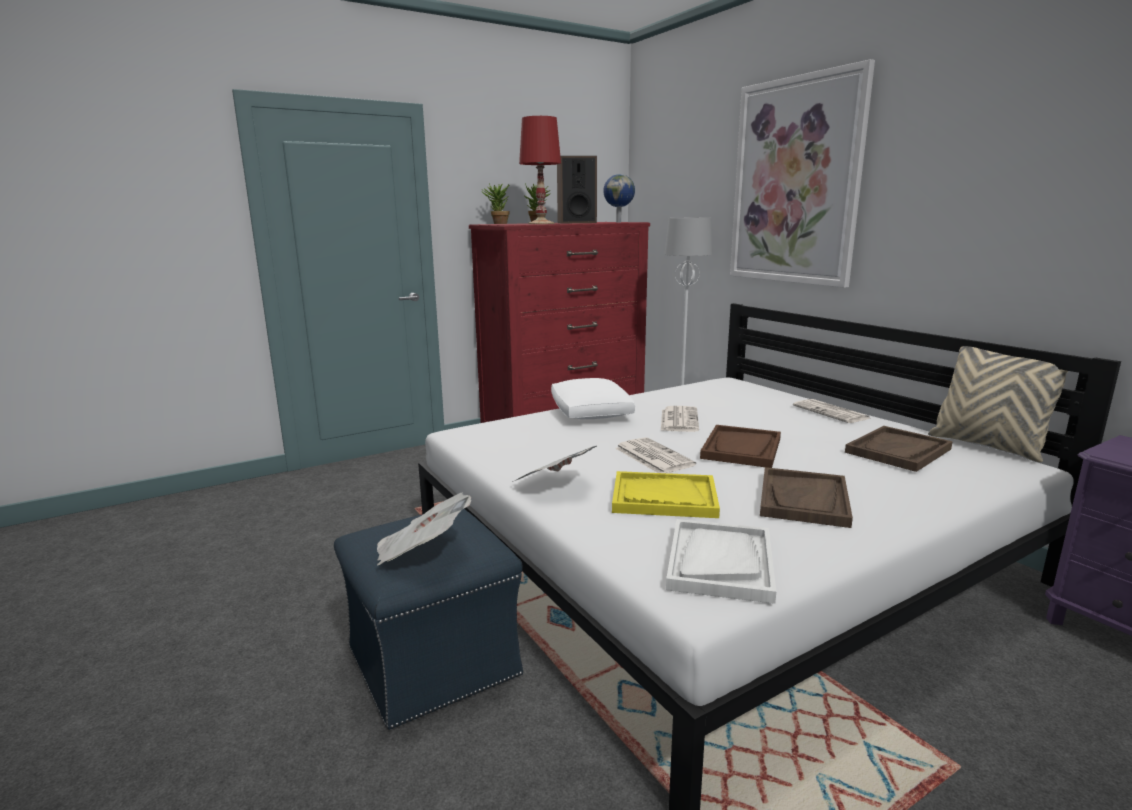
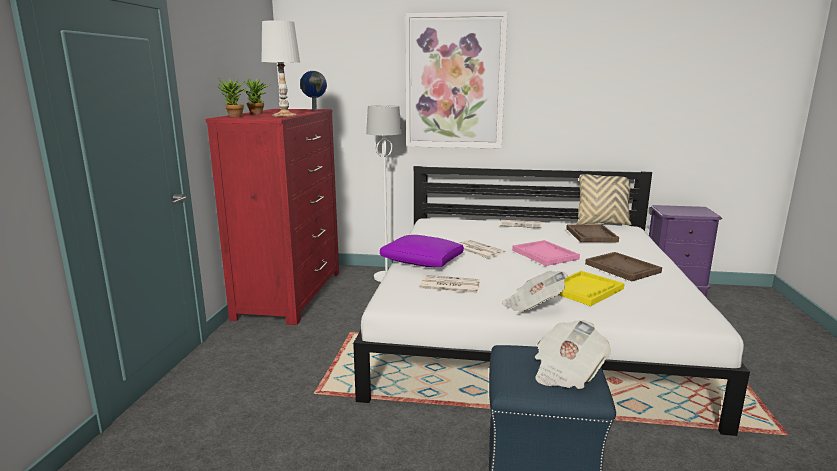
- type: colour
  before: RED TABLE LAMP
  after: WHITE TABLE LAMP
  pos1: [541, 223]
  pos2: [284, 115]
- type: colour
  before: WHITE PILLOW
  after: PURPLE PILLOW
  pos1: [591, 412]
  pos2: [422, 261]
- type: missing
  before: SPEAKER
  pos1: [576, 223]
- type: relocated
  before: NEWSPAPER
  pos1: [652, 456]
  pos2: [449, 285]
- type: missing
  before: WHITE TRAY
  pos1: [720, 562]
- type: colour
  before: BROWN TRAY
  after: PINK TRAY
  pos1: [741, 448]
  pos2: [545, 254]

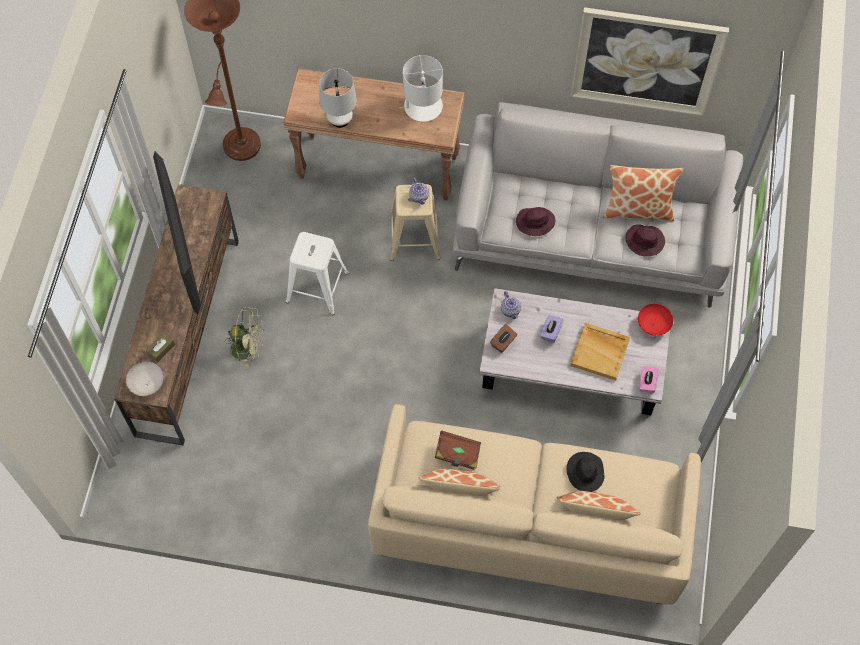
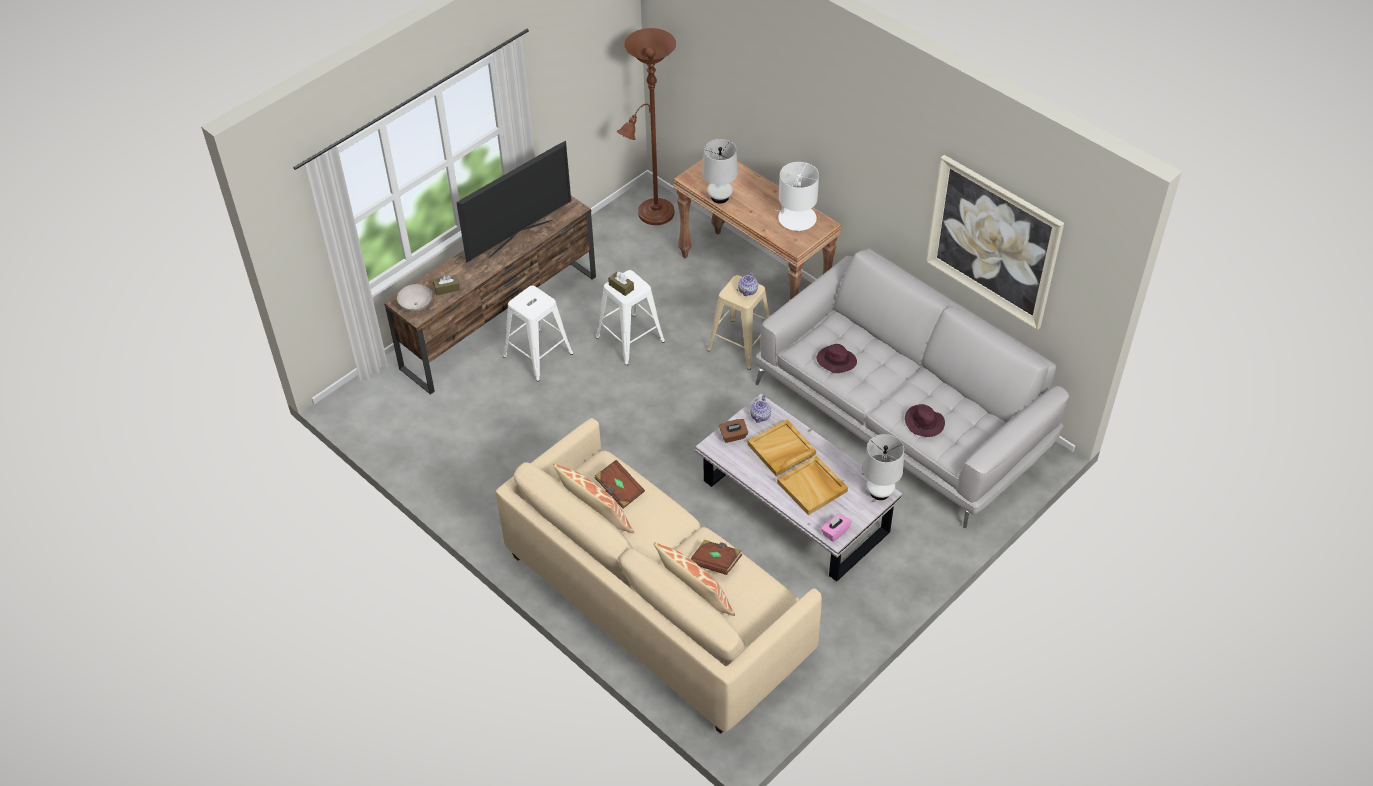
- type: spun
  before: TELEVISION
  pos1: [186, 258]
  pos2: [520, 238]
  turn: -150
- type: exchanged
  before: GREEN FAN
  after: WHITE STOOL
  pos1: [248, 348]
  pos2: [538, 354]
- type: exchanged
  before: PURPLE TISSUE BOX
  after: BEIGE TRAY
  pos1: [550, 332]
  pos2: [781, 450]
- type: exchanged
  before: BLACK HAT
  after: BROWN BOOK
  pos1: [585, 472]
  pos2: [715, 562]
- type: missing
  before: PILLOW
  pos1: [638, 209]
- type: exchanged
  before: RED BOWL
  after: WHITE TABLE LAMP
  pos1: [654, 325]
  pos2: [879, 492]
- type: appeared
  after: BROWN TISSUE BOX
  pos2: [621, 287]

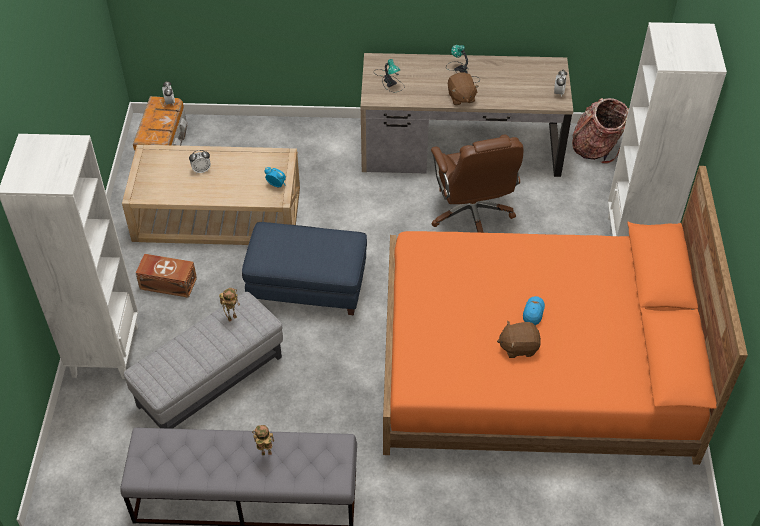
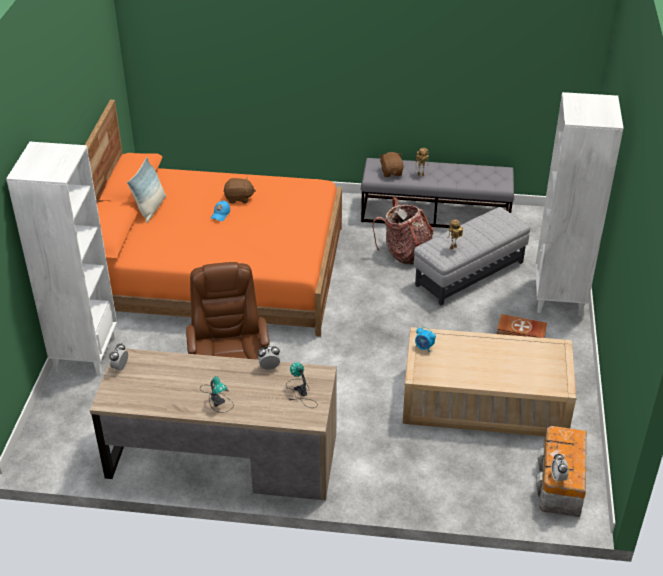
- type: relocated
  before: ALARM CLOCK
  pos1: [201, 170]
  pos2: [269, 367]
- type: missing
  before: BLUE OTTOMAN
  pos1: [307, 285]
- type: relocated
  before: BROWN PLUSH TOY
  pos1: [461, 97]
  pos2: [391, 172]
- type: relocated
  before: BACKPACK
  pos1: [598, 148]
  pos2: [405, 252]
- type: appeared
  after: PILLOW
  pos2: [150, 209]

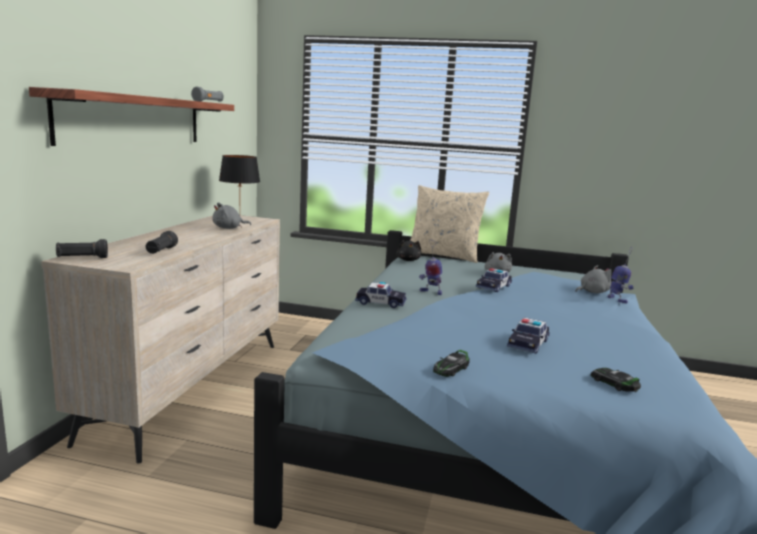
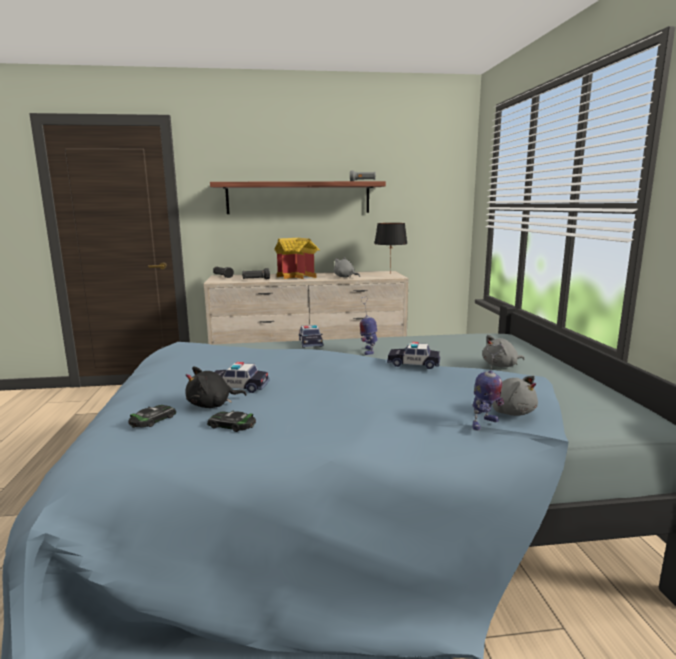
- type: relocated
  before: BLACK PLUSH TOY
  pos1: [408, 260]
  pos2: [212, 405]
- type: missing
  before: BEIGE PILLOW
  pos1: [443, 255]
- type: relocated
  before: TOY CAR
  pos1: [451, 369]
  pos2: [231, 425]
- type: appeared
  after: TOY HOUSE
  pos2: [298, 276]

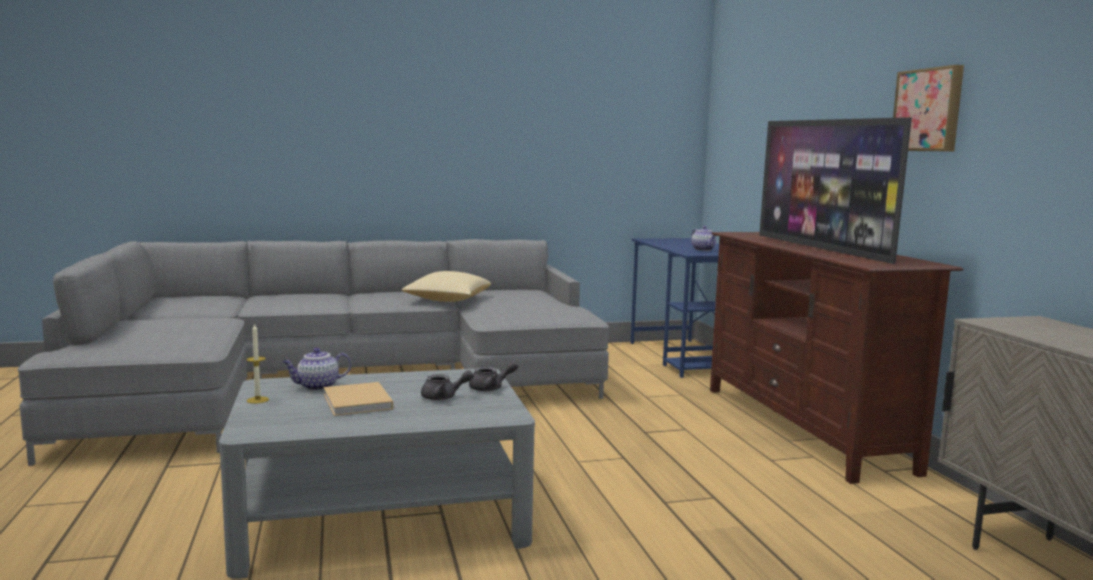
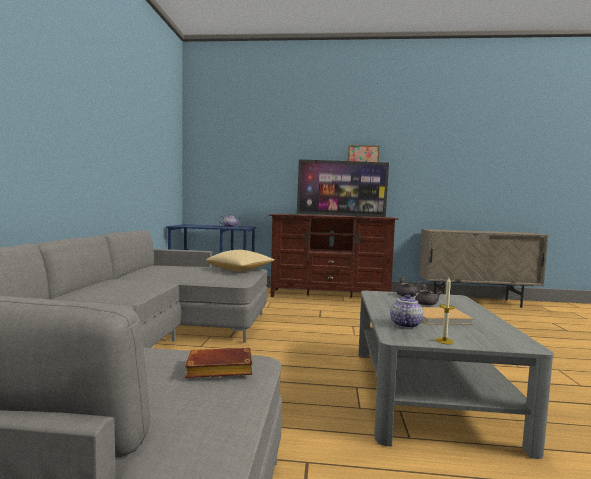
- type: spun
  before: TEAPOT
  pos1: [317, 386]
  pos2: [405, 324]
  turn: -150
- type: relocated
  before: PILLOW
  pos1: [447, 301]
  pos2: [240, 270]
- type: appeared
  after: BROWN BOOK
  pos2: [217, 370]

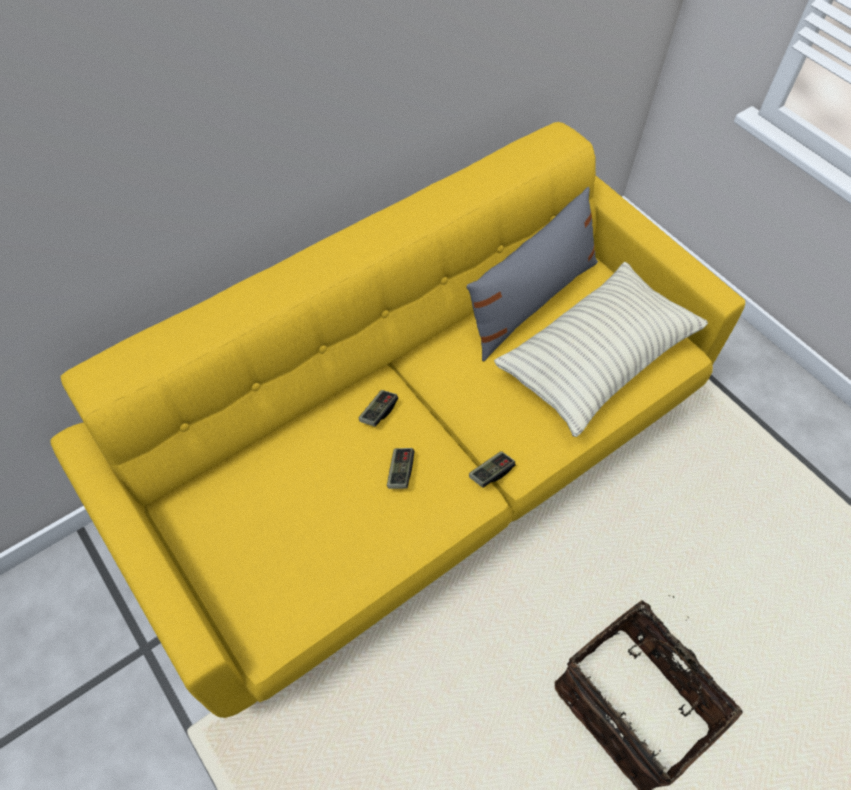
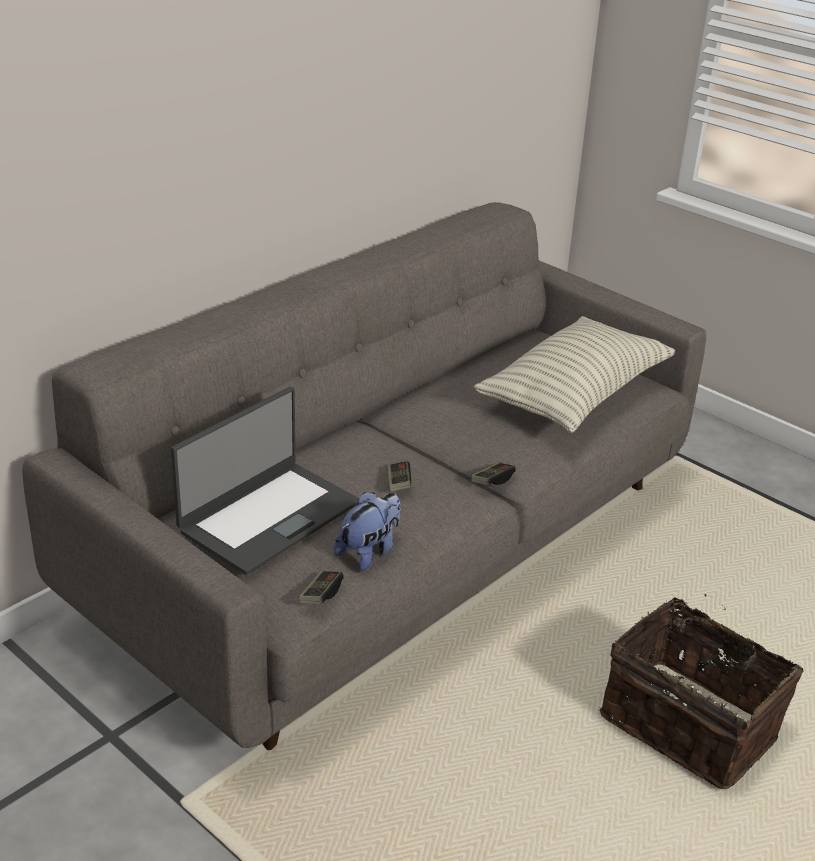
- type: colour
  before: YELLOW SOFA
  after: GREY SOFA
  pos1: [423, 459]
  pos2: [400, 548]
- type: relocated
  before: GAME CONTROLLER
  pos1: [378, 412]
  pos2: [321, 595]
- type: missing
  before: GREY PILLOW
  pos1: [530, 301]
- type: appeared
  after: LAPTOP
  pos2: [268, 516]
- type: appeared
  after: PLUSH TOY
  pos2: [369, 552]

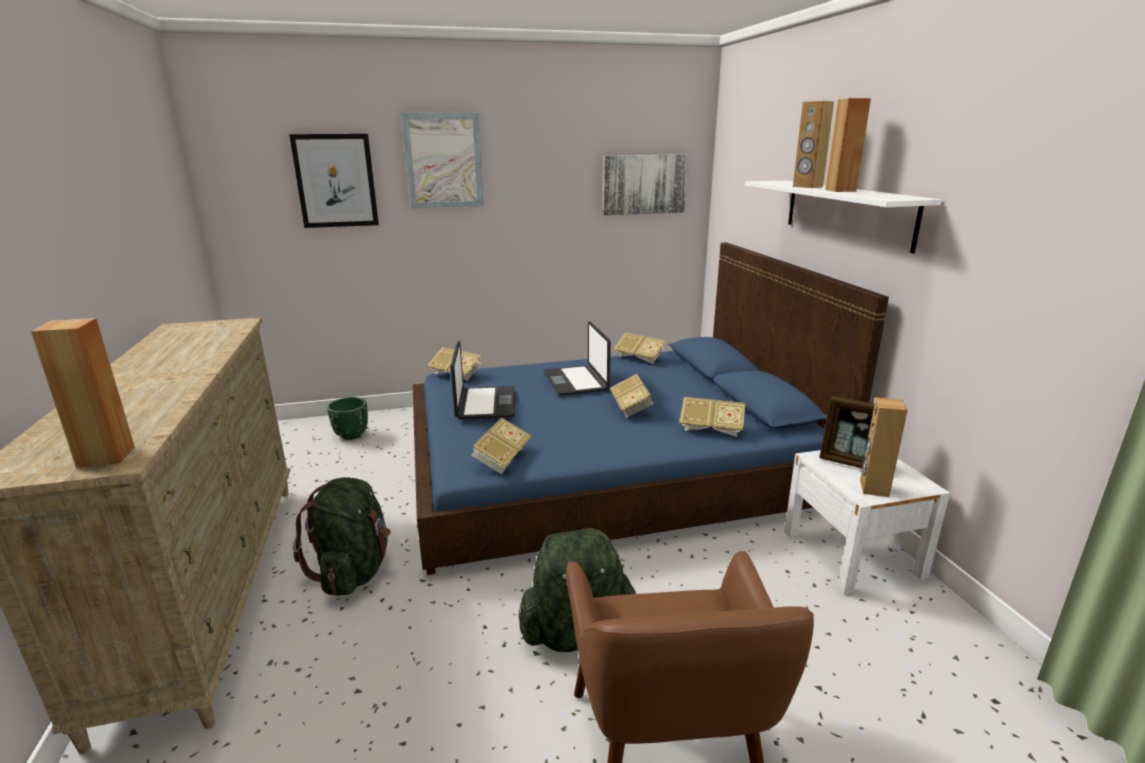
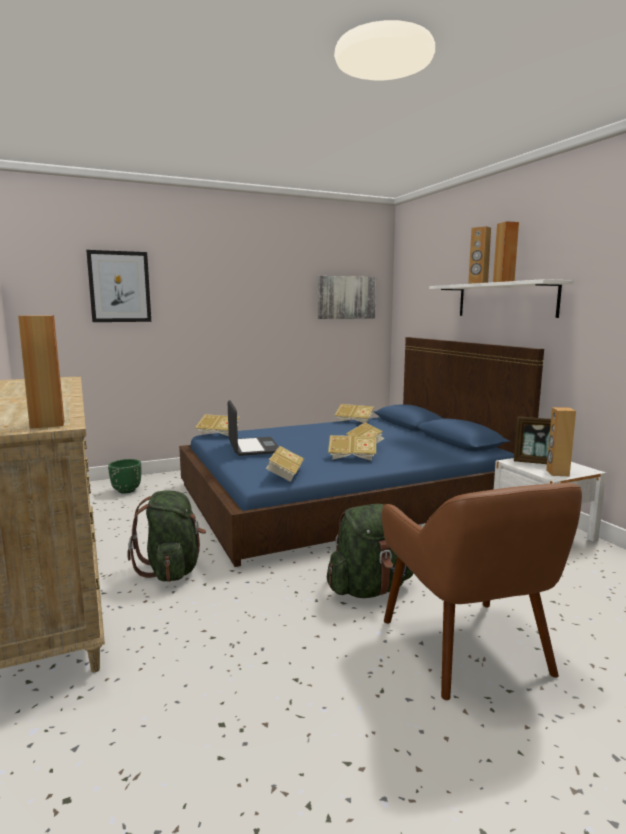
- type: missing
  before: PICTURE
  pos1: [443, 161]
- type: missing
  before: LAPTOP
  pos1: [576, 381]
- type: relocated
  before: BOOK
  pos1: [711, 429]
  pos2: [352, 457]

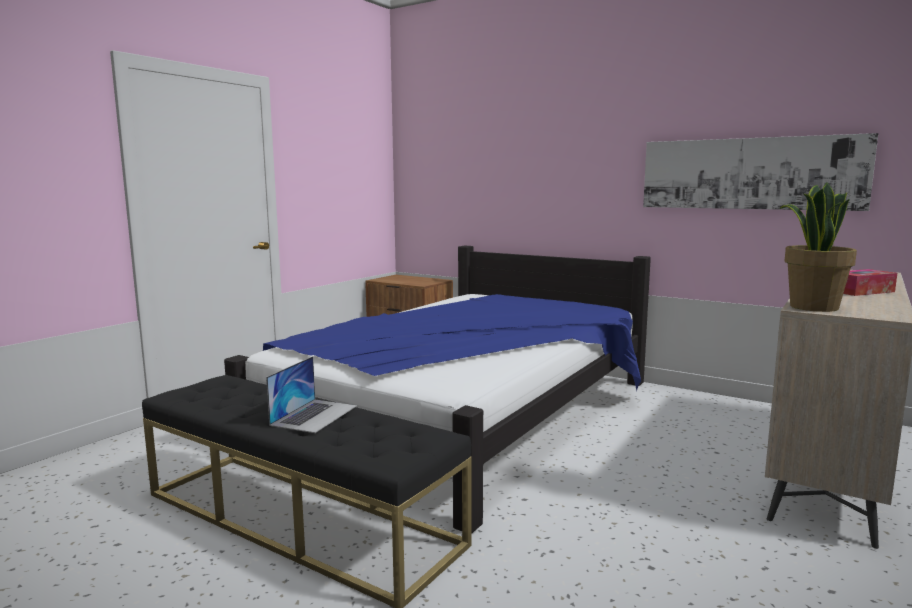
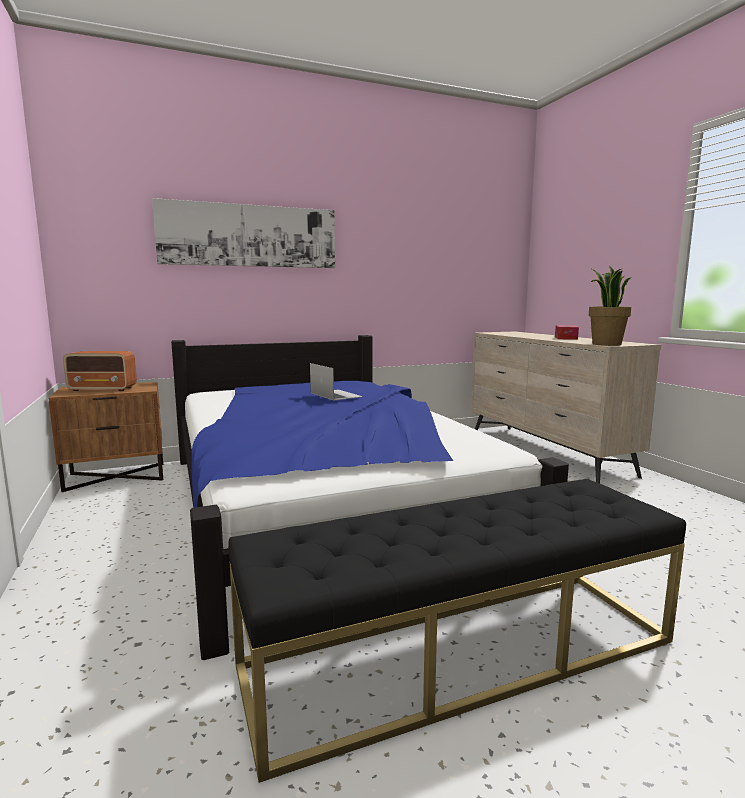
- type: relocated
  before: LAPTOP
  pos1: [314, 415]
  pos2: [335, 394]
- type: relocated
  before: PICTURE
  pos1: [749, 173]
  pos2: [249, 236]
- type: appeared
  after: RADIO
  pos2: [103, 389]

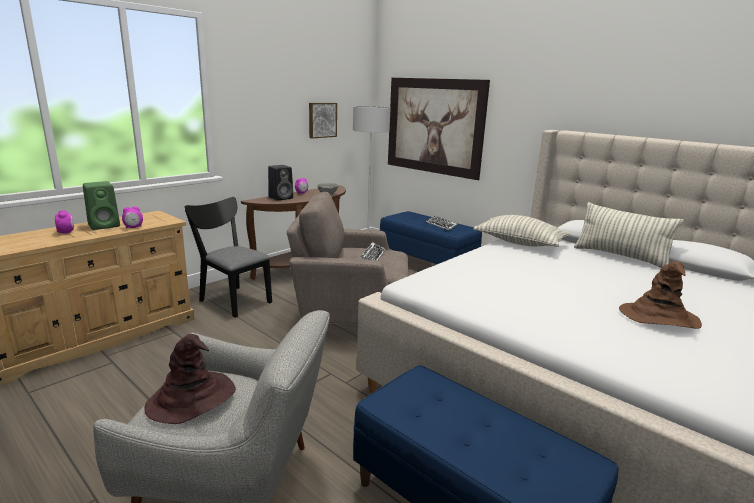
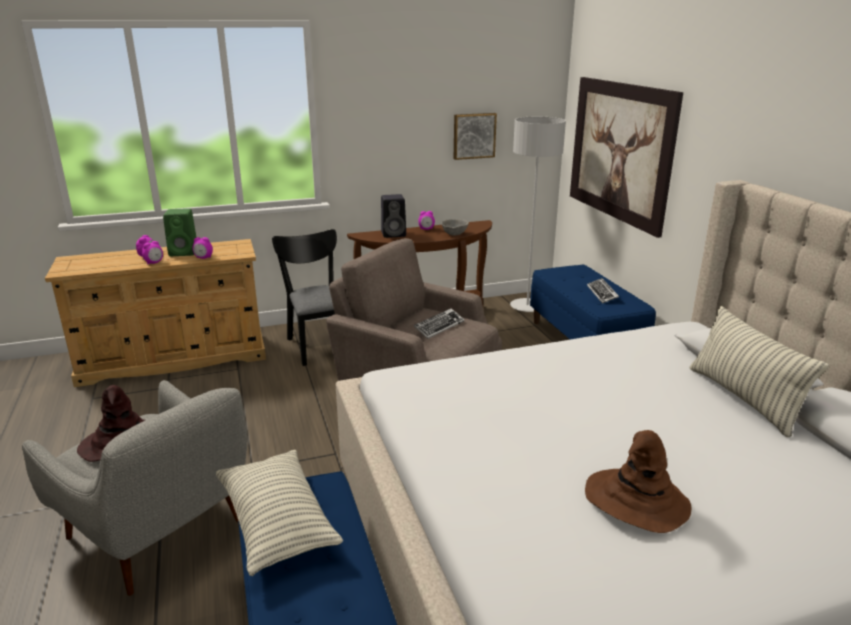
- type: relocated
  before: PILLOW
  pos1: [519, 243]
  pos2: [277, 523]
- type: appeared
  after: ALARM CLOCK
  pos2: [154, 263]

